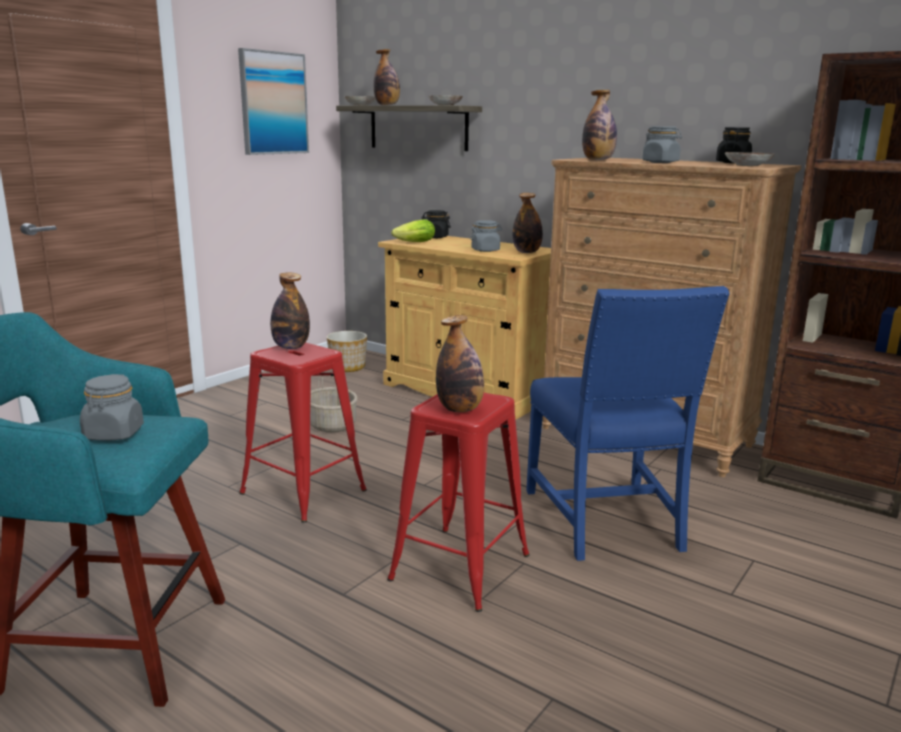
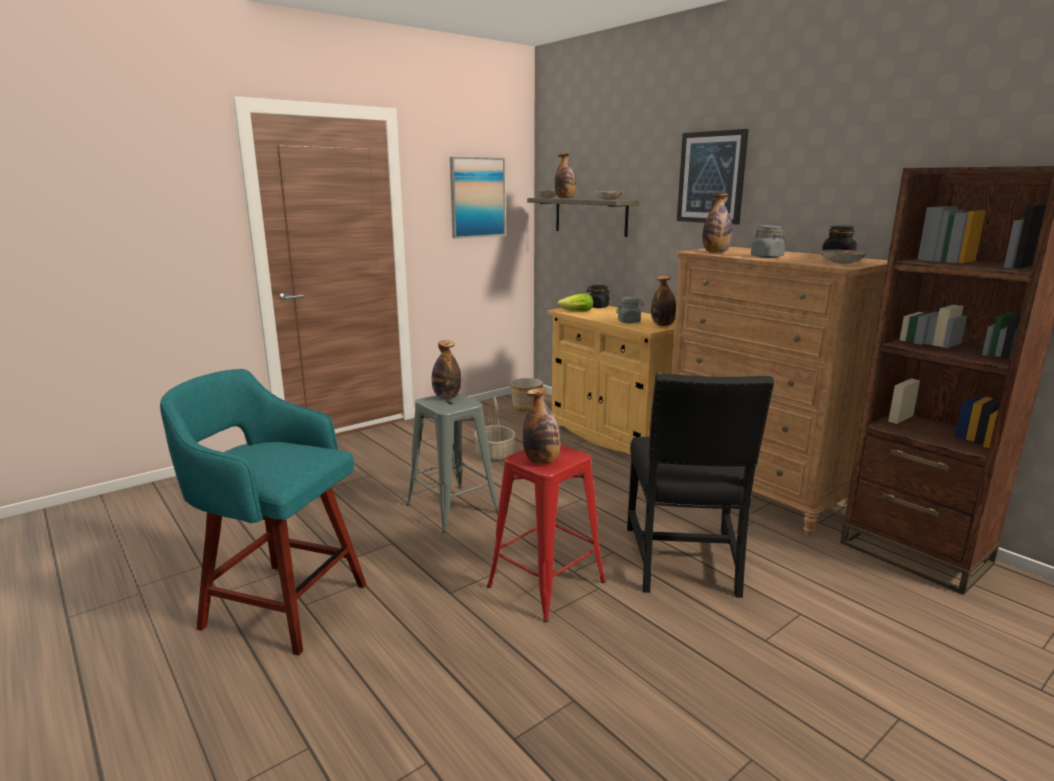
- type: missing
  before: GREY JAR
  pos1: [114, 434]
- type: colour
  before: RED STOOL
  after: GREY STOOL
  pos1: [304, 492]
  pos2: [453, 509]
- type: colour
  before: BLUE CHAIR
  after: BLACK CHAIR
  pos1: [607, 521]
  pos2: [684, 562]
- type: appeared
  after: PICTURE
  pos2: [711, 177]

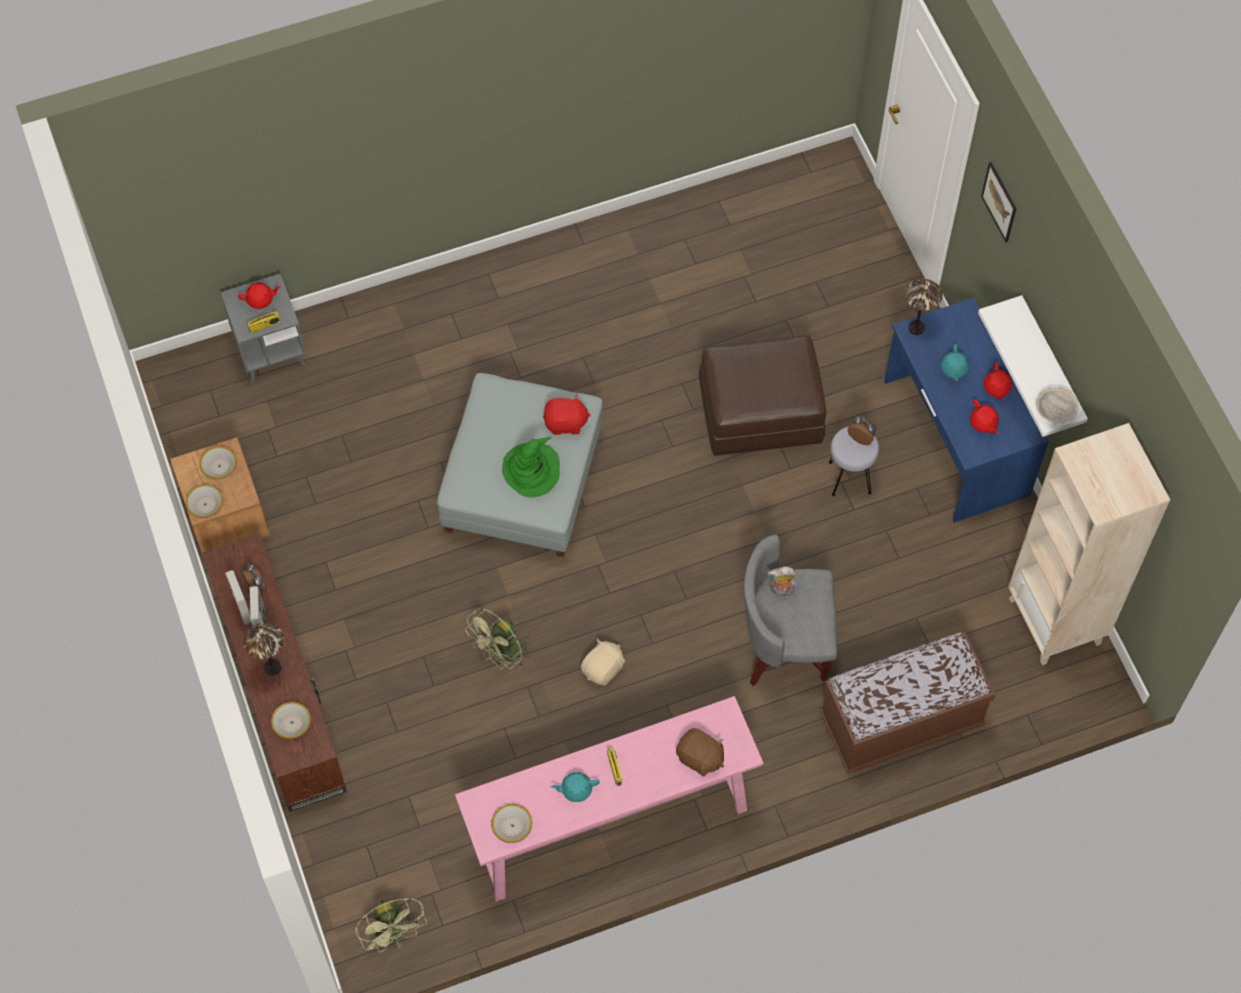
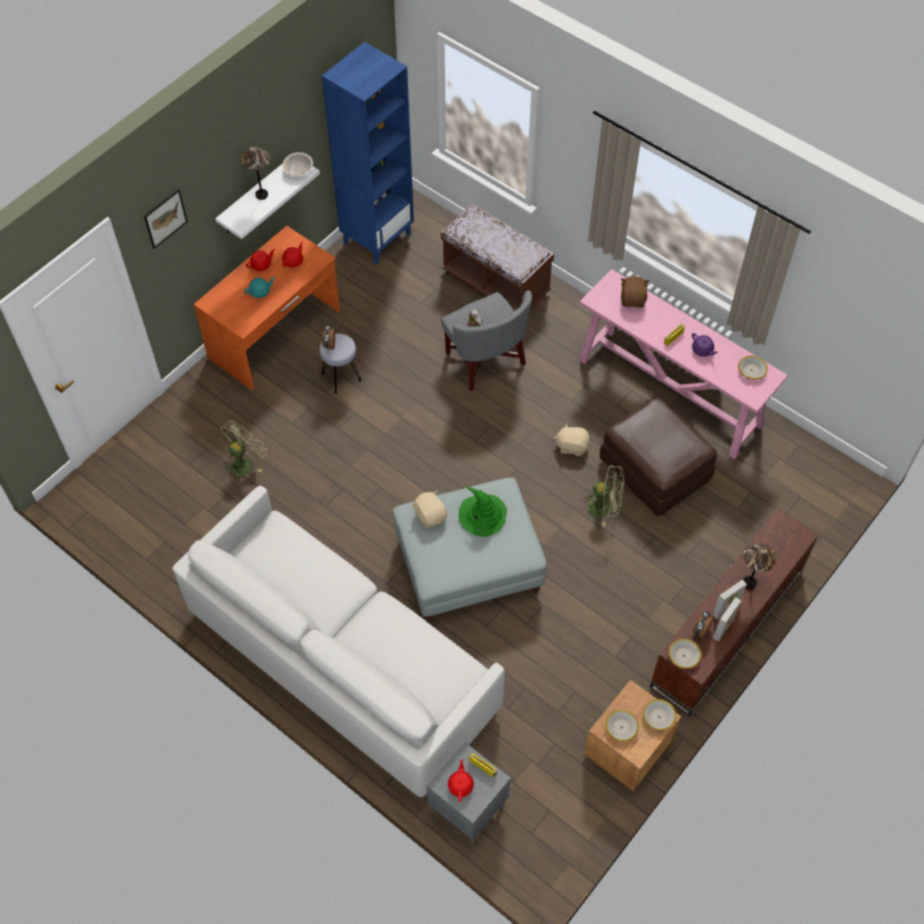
- type: spun
  before: RED TEAPOT
  pos1: [260, 299]
  pos2: [460, 785]
  turn: 45
- type: relocated
  before: BOWL
  pos1: [292, 723]
  pos2: [683, 656]
- type: relocated
  before: GREEN FAN
  pos1: [394, 933]
  pos2: [244, 463]
- type: colour
  before: RED PLUSH TOY
  after: BEIGE PLUSH TOY
  pos1: [565, 423]
  pos2: [430, 515]
- type: colour
  before: TURQUOISE TEAPOT
  after: PURPLE TEAPOT
  pos1: [576, 789]
  pos2: [702, 350]
- type: relocated
  before: BROWN OTTOMAN
  pos1: [759, 413]
  pos2: [655, 470]
- type: colour
  before: BLUE DESK
  after: ORANGE DESK
  pos1: [954, 438]
  pos2: [275, 335]
- type: relocated
  before: TABLE LAMP
  pos1: [916, 328]
  pos2: [261, 195]
- type: colour
  before: BEIGE BOOKCASE
  after: BLUE BOOKCASE
  pos1: [1055, 621]
  pos2: [377, 237]
- type: appeared
  after: WHITE SOFA
  pos2: [342, 660]

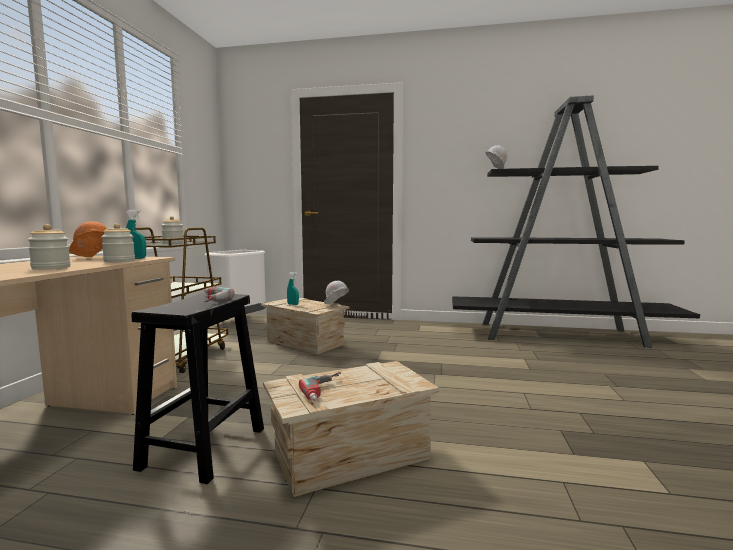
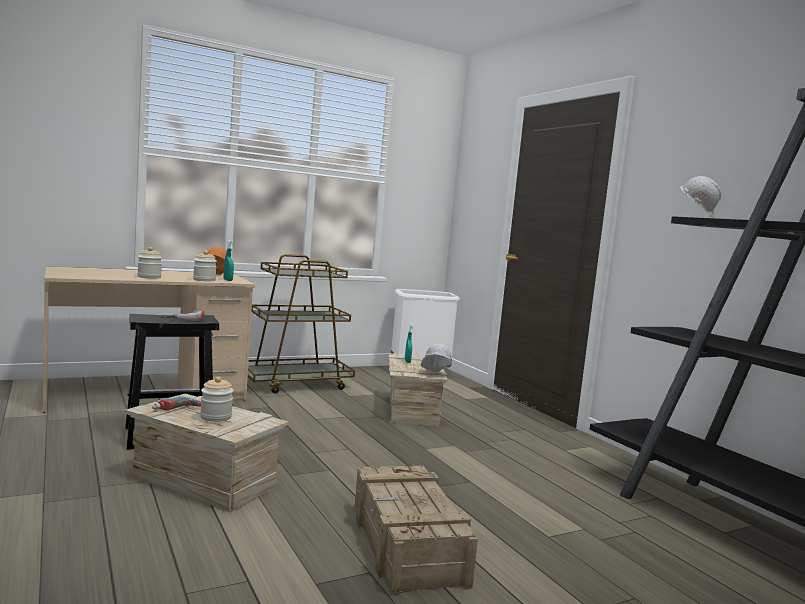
- type: relocated
  before: JAR
  pos1: [173, 243]
  pos2: [216, 417]
- type: appeared
  after: CRATE
  pos2: [406, 545]

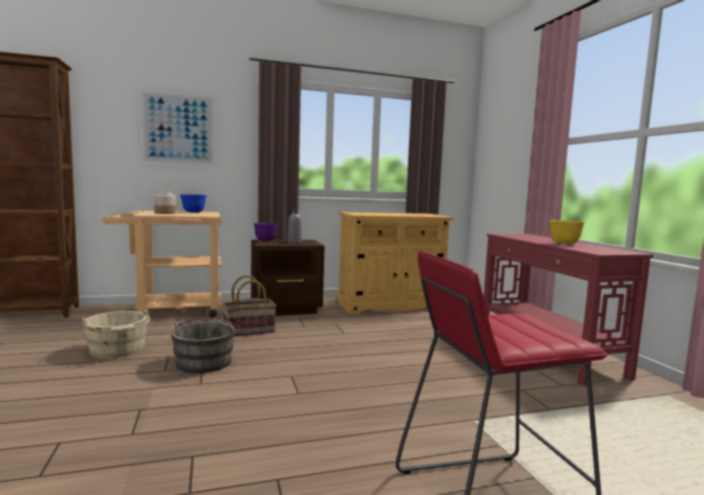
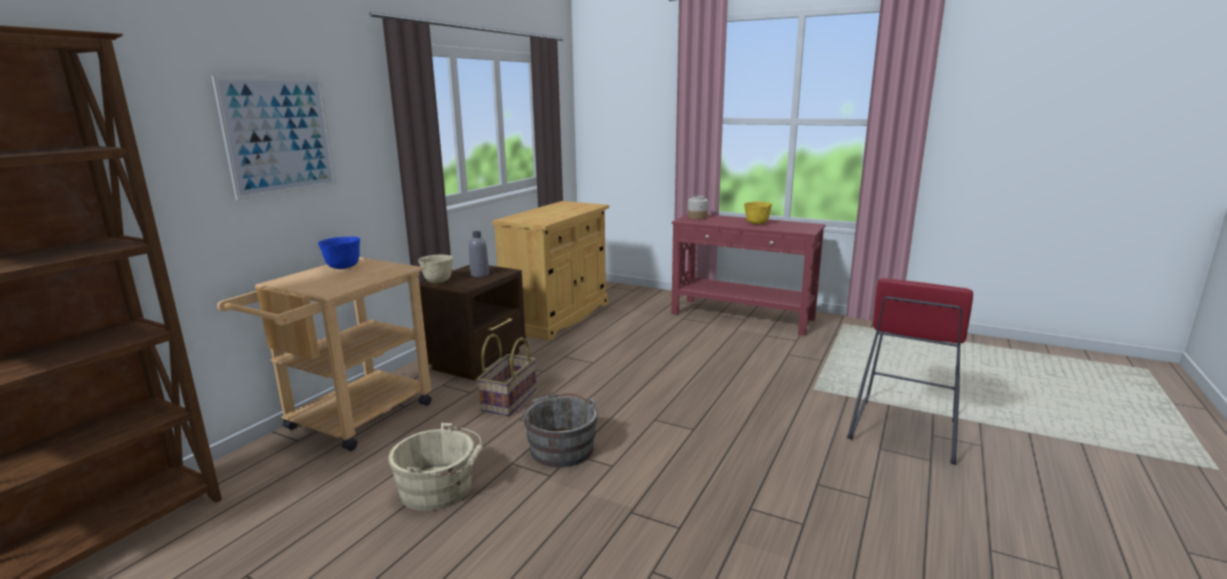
- type: relocated
  before: JAR
  pos1: [165, 213]
  pos2: [697, 217]
- type: colour
  before: PURPLE BOWL
  after: BEIGE BOWL
  pos1: [264, 240]
  pos2: [437, 281]

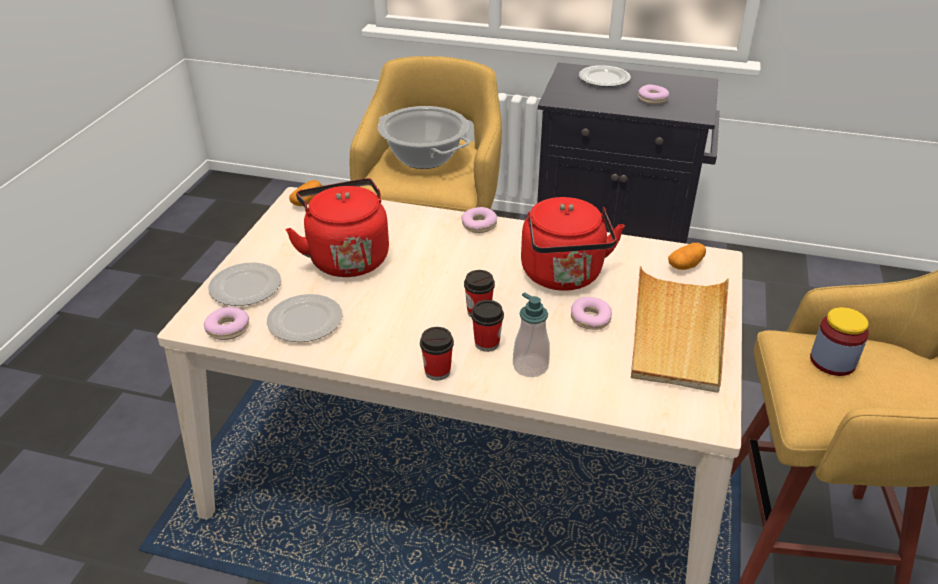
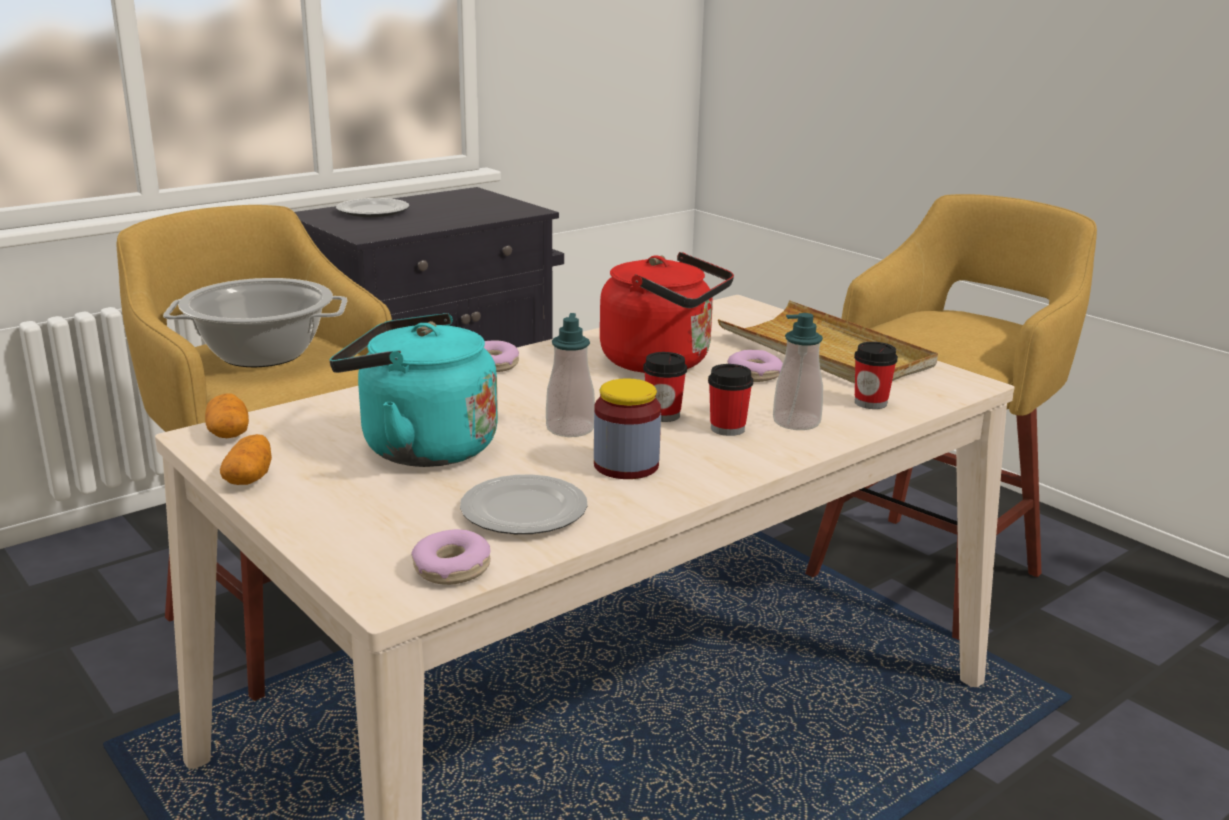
- type: missing
  before: PLATE
  pos1: [245, 288]
- type: colour
  before: RED KETTLE
  after: TURQUOISE KETTLE
  pos1: [347, 257]
  pos2: [420, 447]
- type: relocated
  before: CUP
  pos1: [437, 371]
  pos2: [870, 403]
- type: missing
  before: DONUT
  pos1: [652, 99]
- type: relocated
  before: POTATO
  pos1: [685, 265]
  pos2: [249, 478]
- type: relocated
  before: JAR
  pos1: [832, 361]
  pos2: [626, 465]
- type: appeared
  after: SOAP DISPENSER
  pos2: [570, 429]

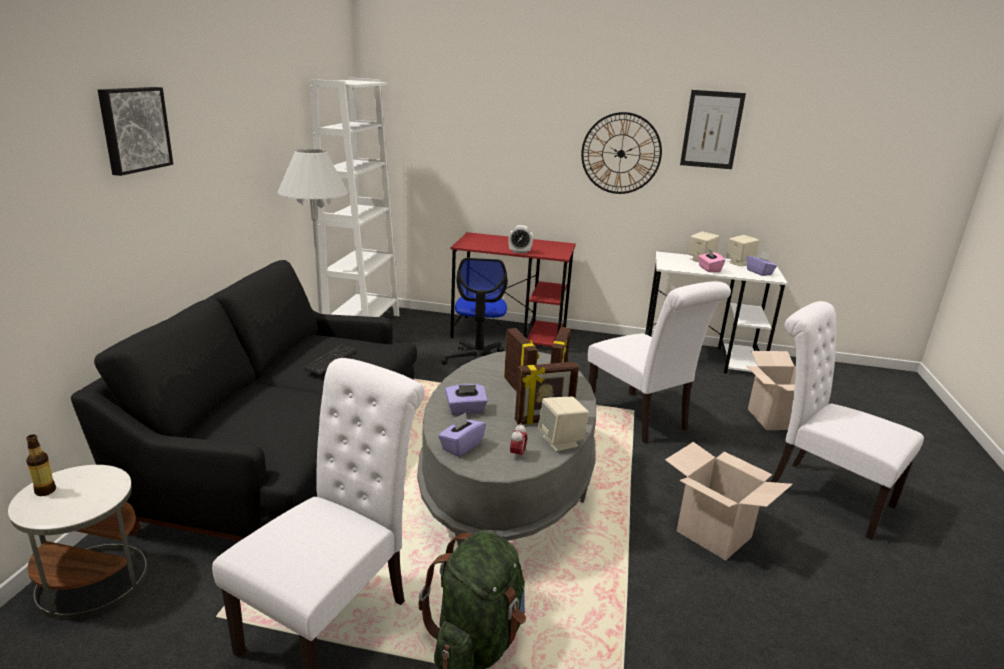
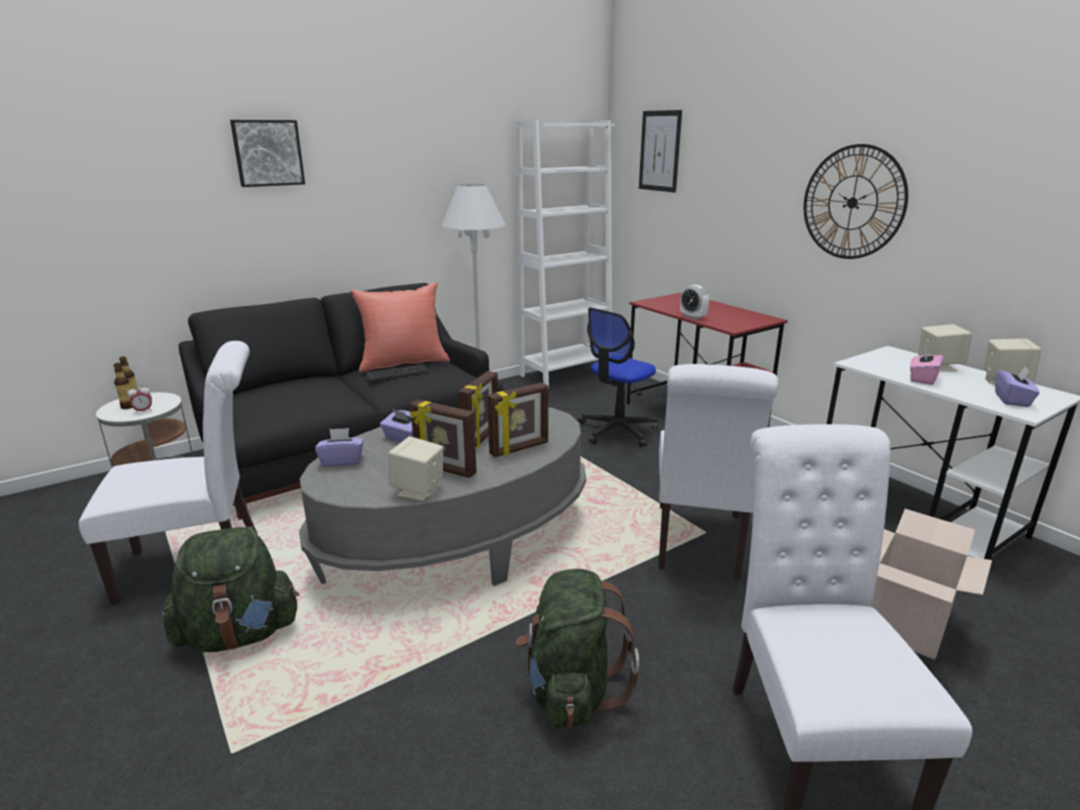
- type: relocated
  before: ALARM CLOCK
  pos1: [517, 455]
  pos2: [143, 411]
- type: exchanged
  before: CARDBOARD BOX
  after: GREEN BACKPACK
  pos1: [713, 534]
  pos2: [571, 690]
- type: relocated
  before: PICTURE
  pos1: [711, 130]
  pos2: [659, 151]
- type: appeared
  after: BOTTLE
  pos2: [128, 407]
- type: appeared
  after: RED PILLOW
  pos2: [403, 362]

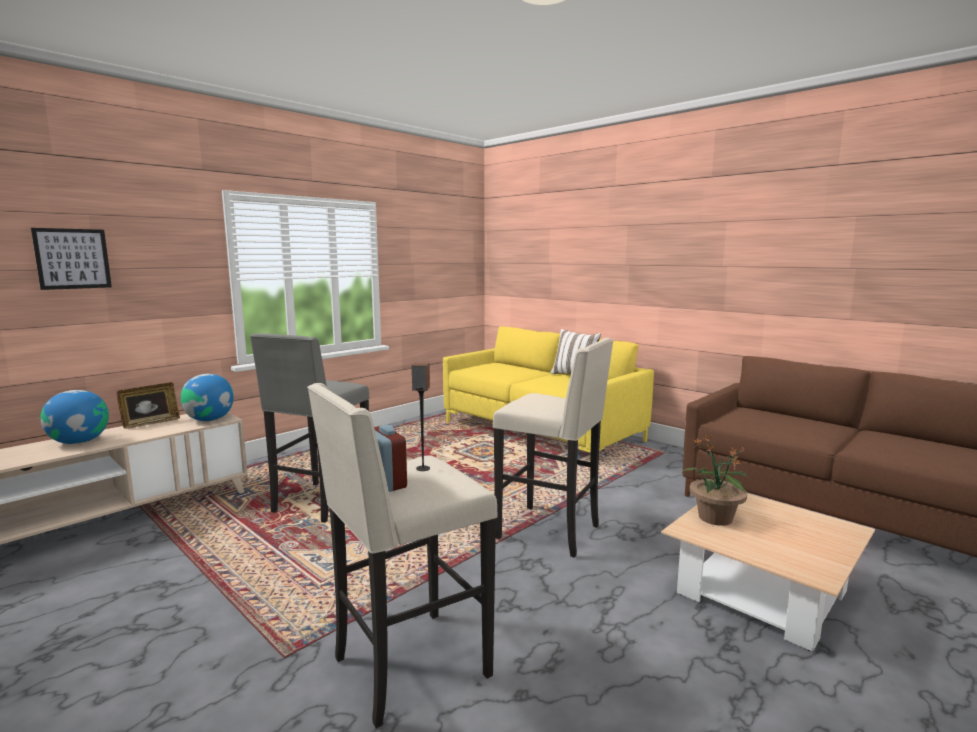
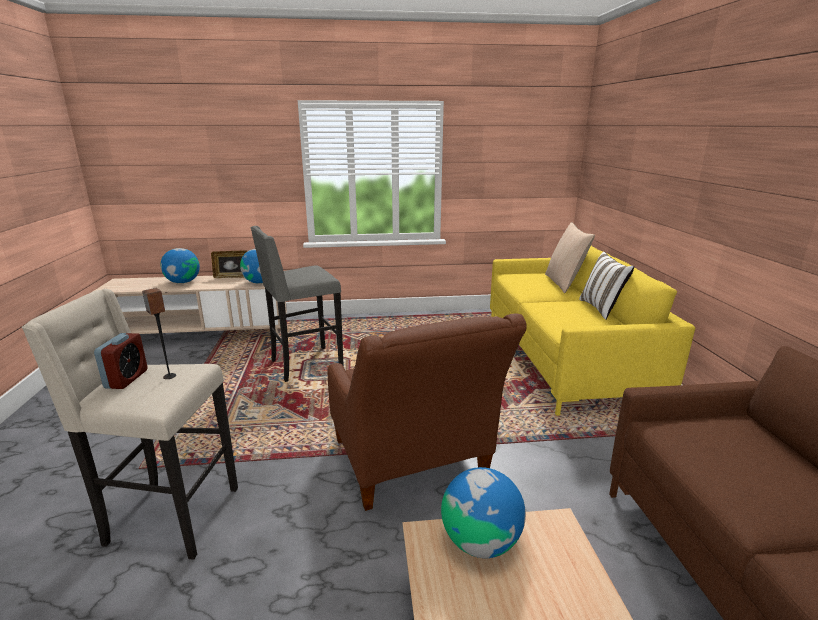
- type: missing
  before: PICTURE
  pos1: [72, 258]
- type: exchanged
  before: BEIGE STOOL
  after: BROWN ARMCHAIR
  pos1: [551, 532]
  pos2: [412, 465]
- type: exchanged
  before: POTTED PLANT
  after: GLOBE
  pos1: [714, 518]
  pos2: [480, 541]
- type: appeared
  after: BEIGE PILLOW
  pos2: [564, 283]

